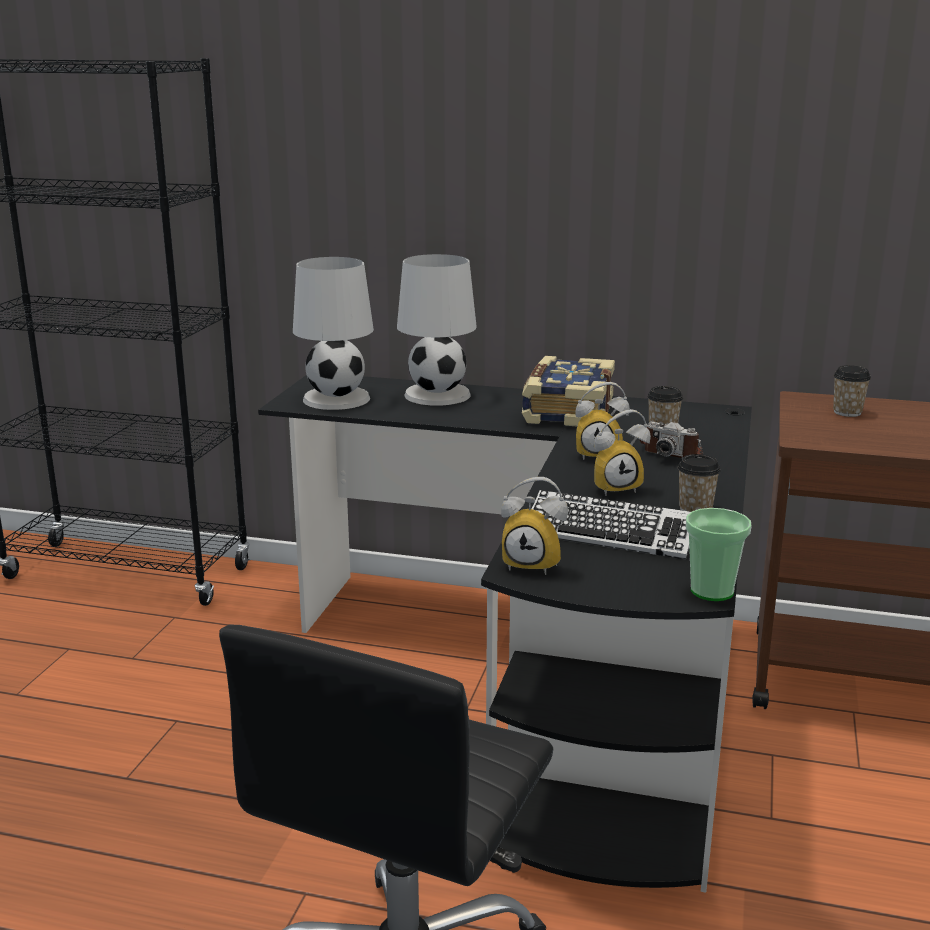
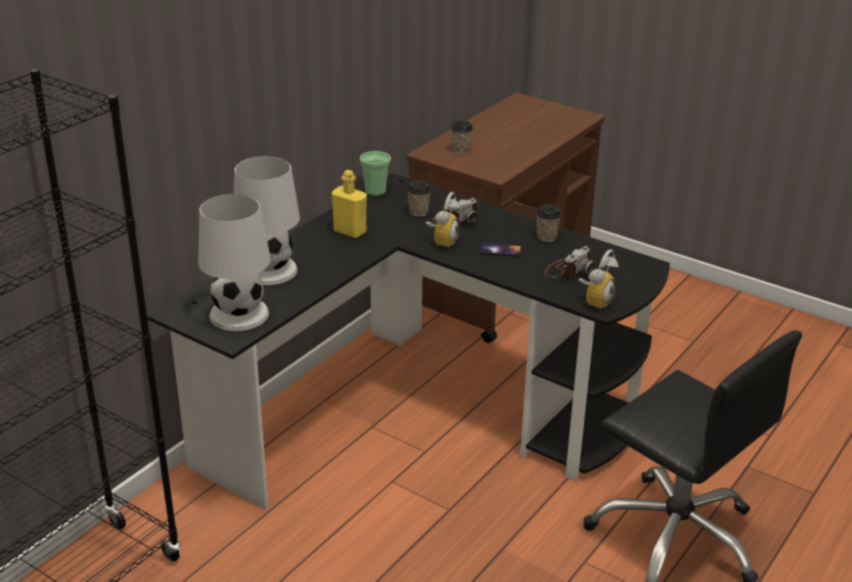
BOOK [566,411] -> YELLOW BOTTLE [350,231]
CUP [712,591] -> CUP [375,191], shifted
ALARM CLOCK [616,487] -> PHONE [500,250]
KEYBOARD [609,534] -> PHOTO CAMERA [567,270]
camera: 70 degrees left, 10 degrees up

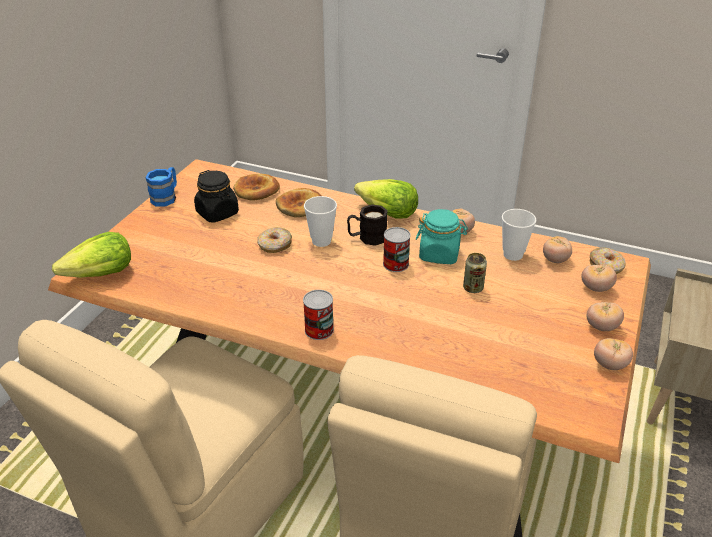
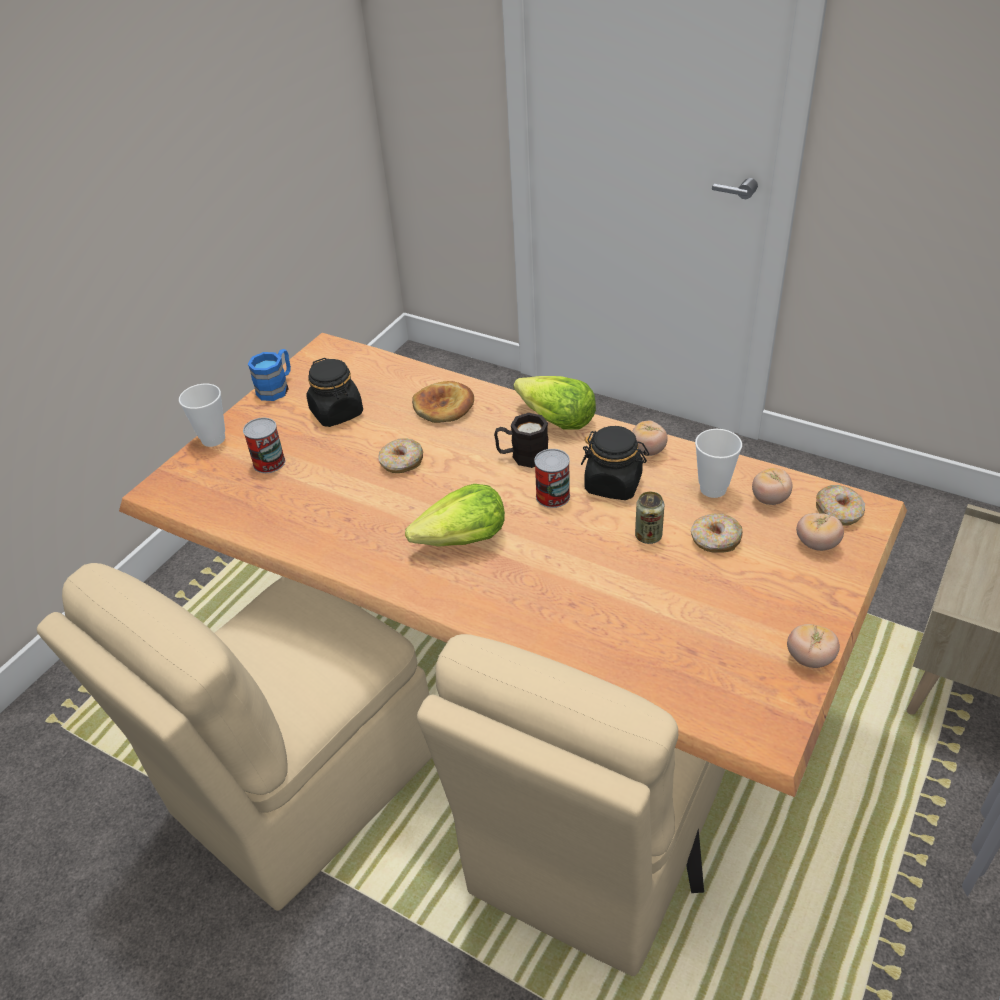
CUP [321,241] -> CUP [213,439], shifted
CAN [319,330] -> CAN [269,462], shifted
LETTUCE [101,274] -> LETTUCE [463,540], shifted
TURQUOISE JAR [439,254] -> BLACK JAR [613,484]
none -> DONUT [715,540]
BREAD [256,190] -> none
TOMATO [601,327] -> none
camera: 10 degrees right, 5 degrees up

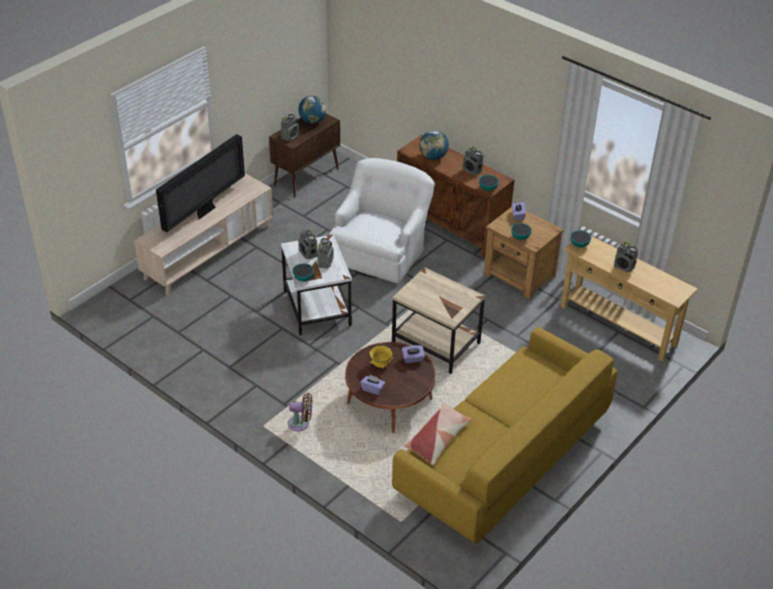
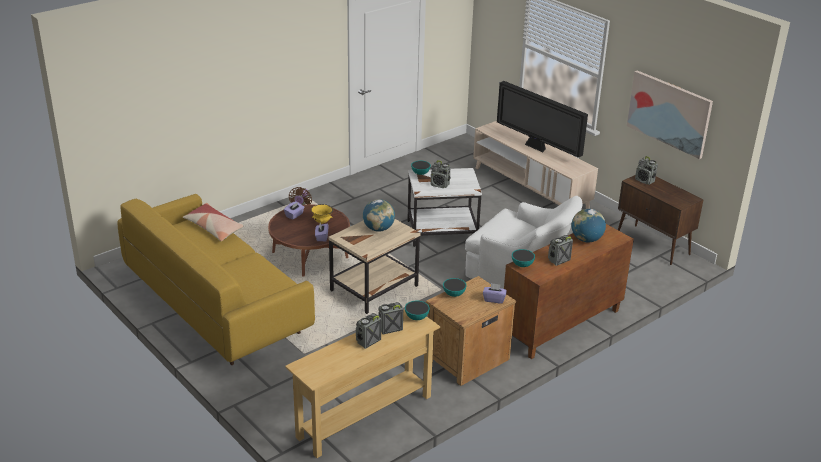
GLOBE [312,121] -> GLOBE [378,229], shifted
RADIO [308,254] -> RADIO [389,328], shifted
none -> PICTURE [669,113]
camera: 100 degrees right, 10 degrees down

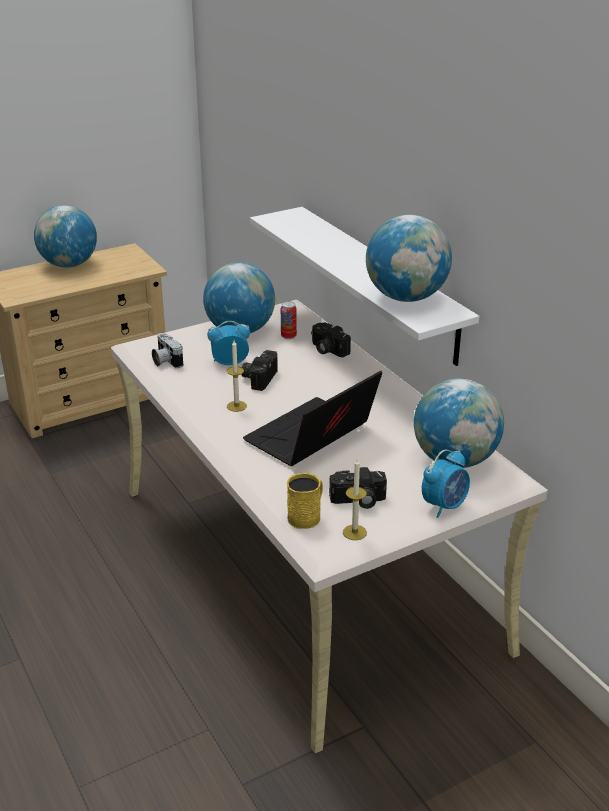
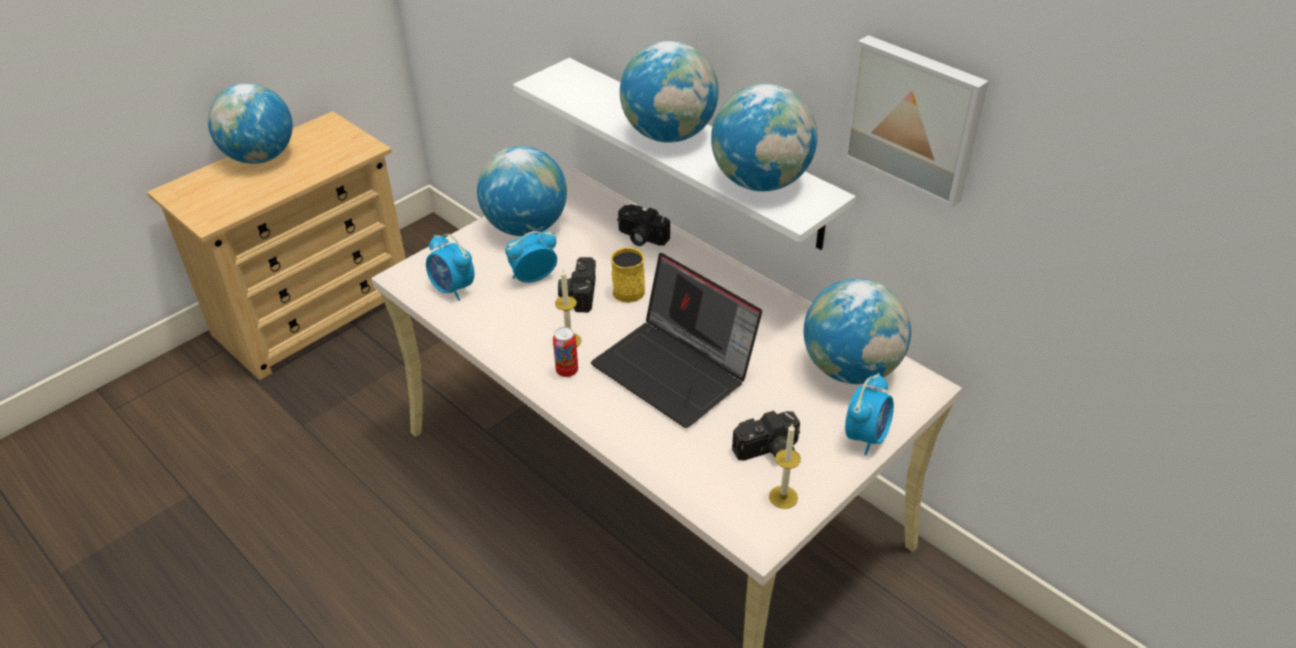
PHOTO CAMERA [165,361] -> ALARM CLOCK [453,289]
CAN [288,336] -> CAN [567,371], shifted
LAPTOP [311,437] -> LAPTOP [676,370], 75 degrees counterclockwise
YELLOW MUG [307,516] -> YELLOW MUG [630,289], shifted
none -> GLOBE [669,135]
none -> PICTURE [915,118]
camera: 15 degrees left, 10 degrees up

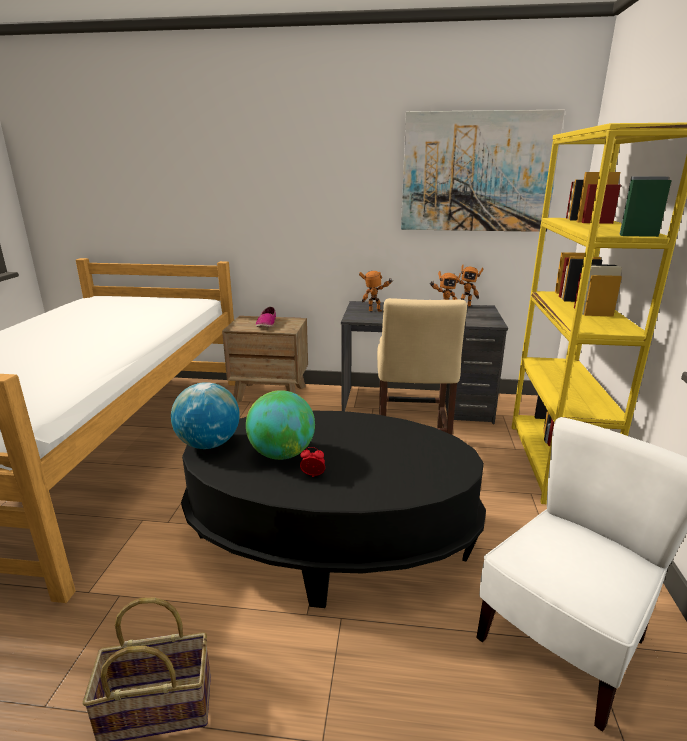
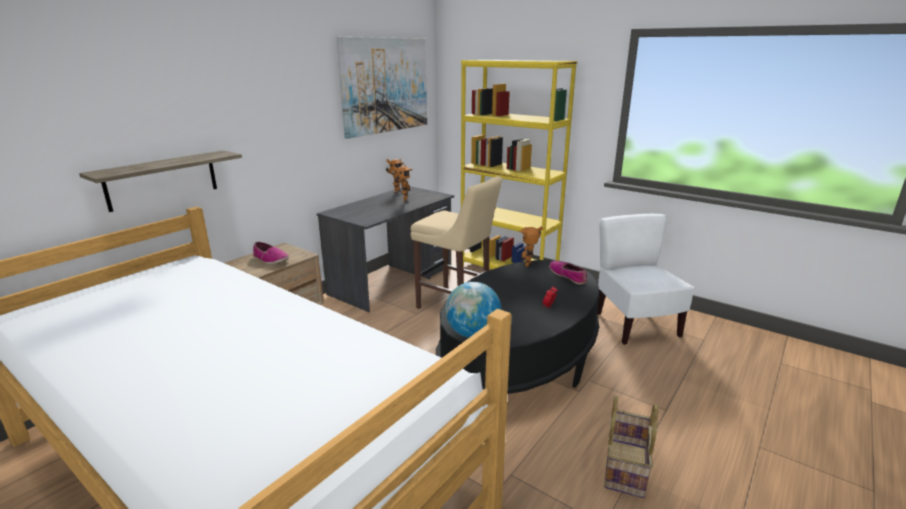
none -> SHELF [162,180]
TOY ROBOT [375,311] -> TOY ROBOT [530,265], shifted
none -> SHOE [567,276]
GLOBE [282,454] -> none
camera: 60 degrees left, 0 degrees up

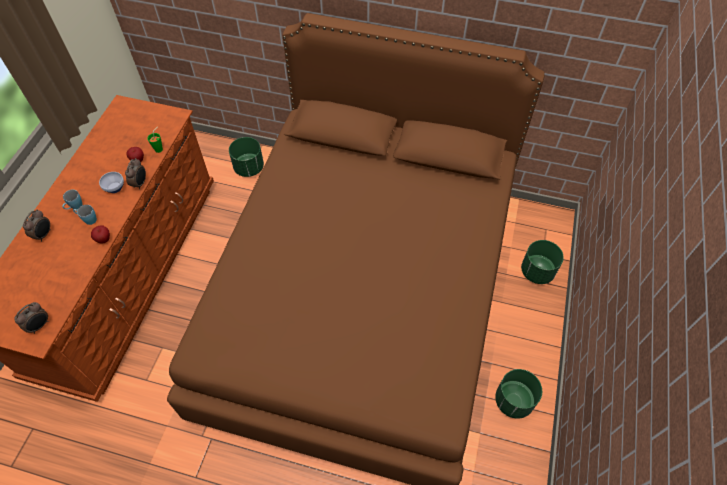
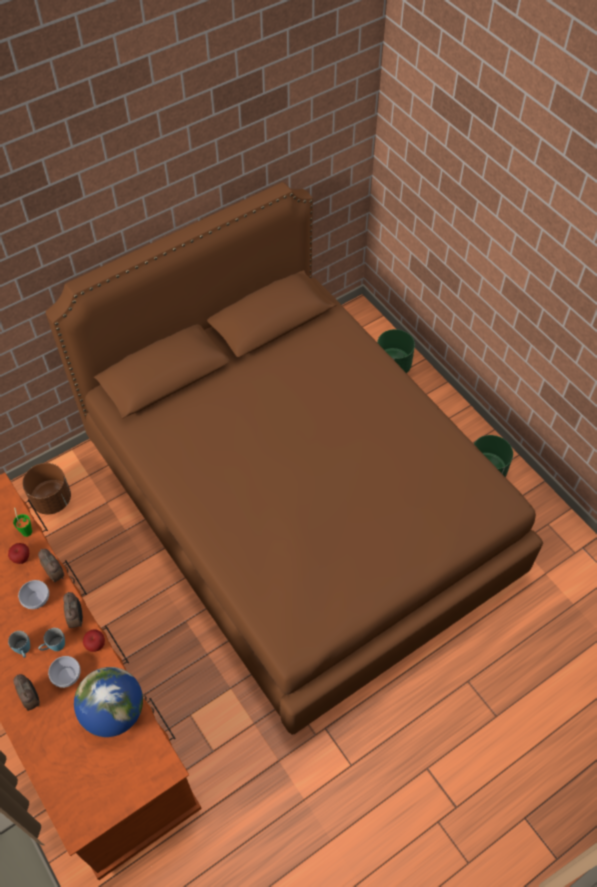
GREEN PLANTER [249,168] -> BROWN PLANTER [52,499]
none -> BOWL [66,677]
ALARM CLOCK [40,325] -> ALARM CLOCK [77,618], shifted
none -> GLOBE [114,712]
camera: 50 degrees left, 0 degrees up

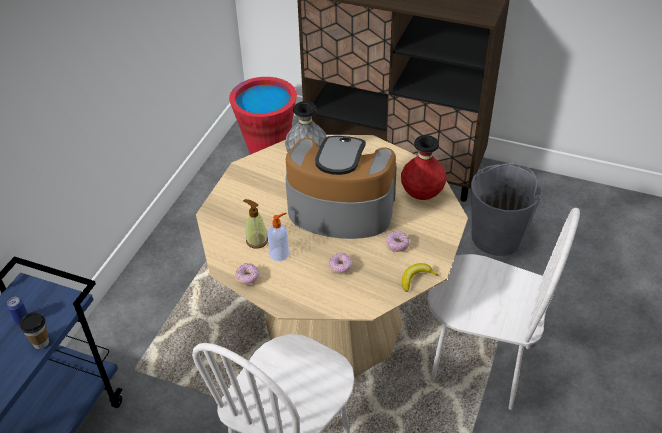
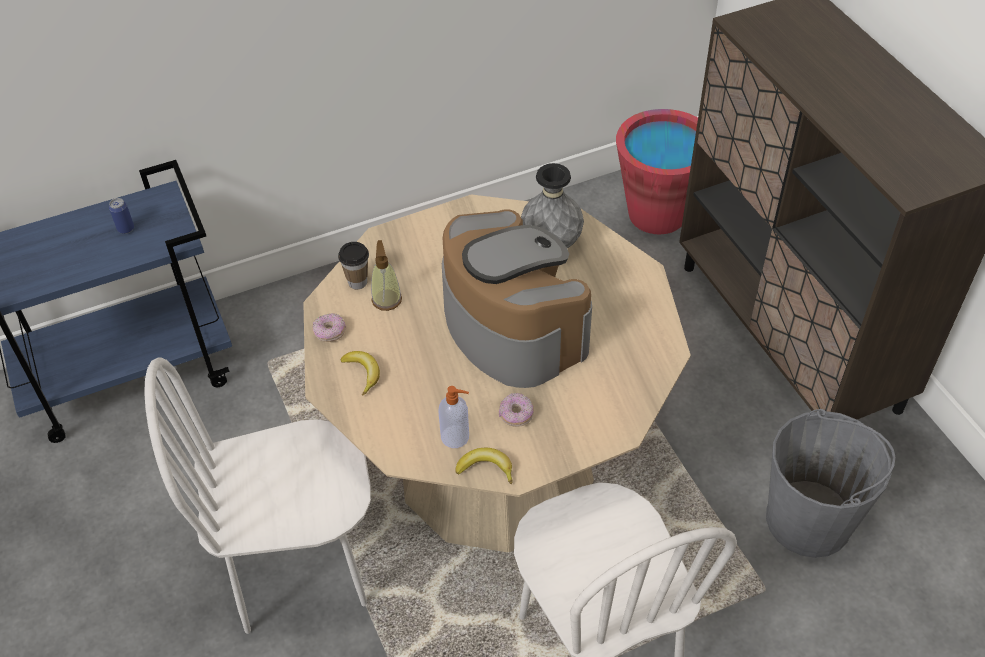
CUP [41,343] -> CUP [357,282], shifted
none -> BANANA [363,373]
SOAP DISPENSER [280,254] -> SOAP DISPENSER [456,437], shifted
DONUT [340,267] -> none
RED VASE [422,194] -> none
camera: 45 degrees right, 5 degrees up

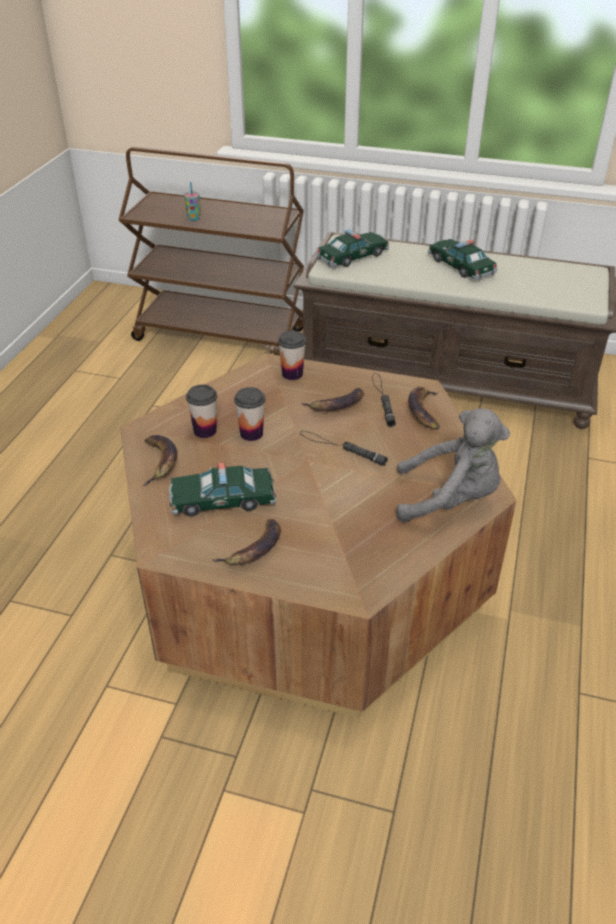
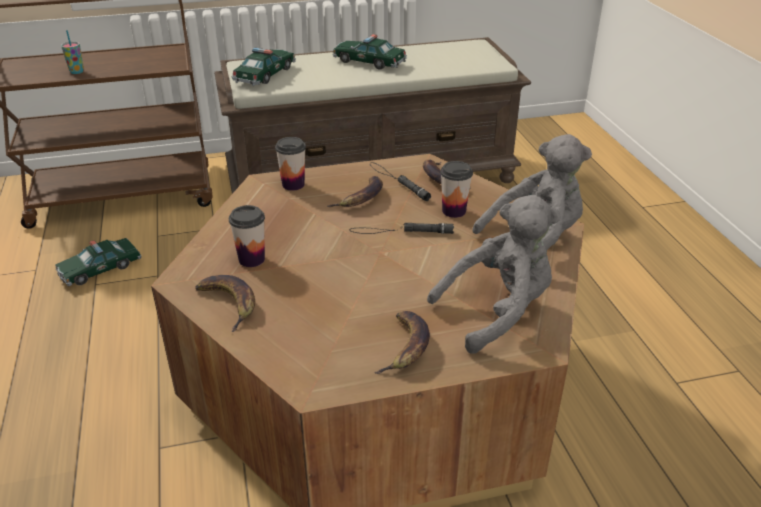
TOY CAR [222,500] -> TOY CAR [100,269], shifted
none -> GREY PLUSH TOY [497,311]
CUP [251,433] -> CUP [454,211], shifted
camera: 30 degrees left, 5 degrees down

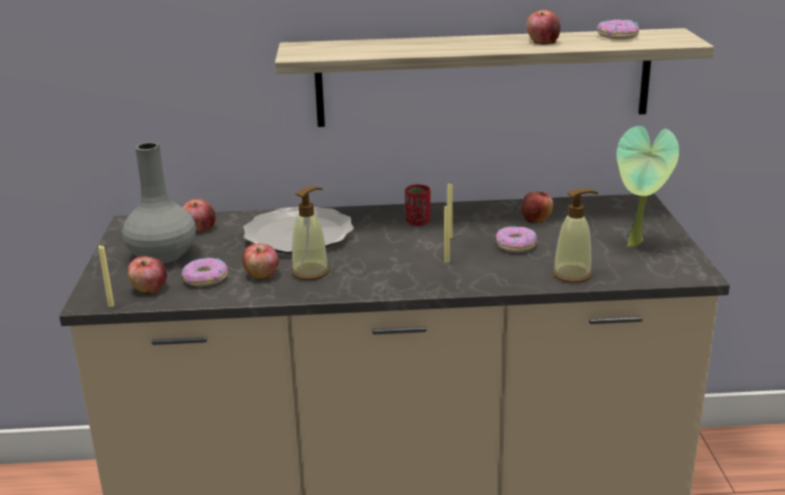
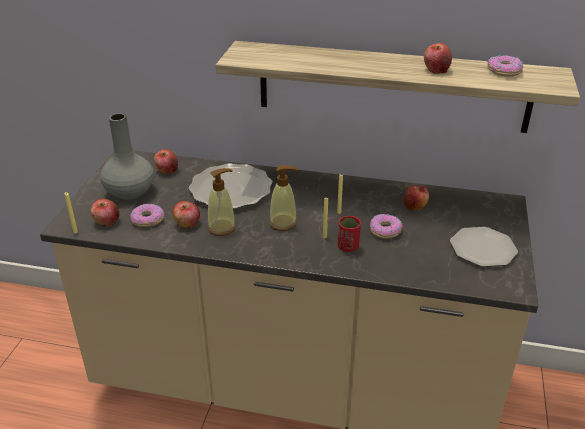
SOAP DISPENSER [572,275] -> SOAP DISPENSER [283,223], shifted
RED CUP [418,222] -> RED CUP [348,247], shifted
POTTED PLANT [637,245] -> PLATE [482,249]
camera: 15 degrees right, 10 degrees up

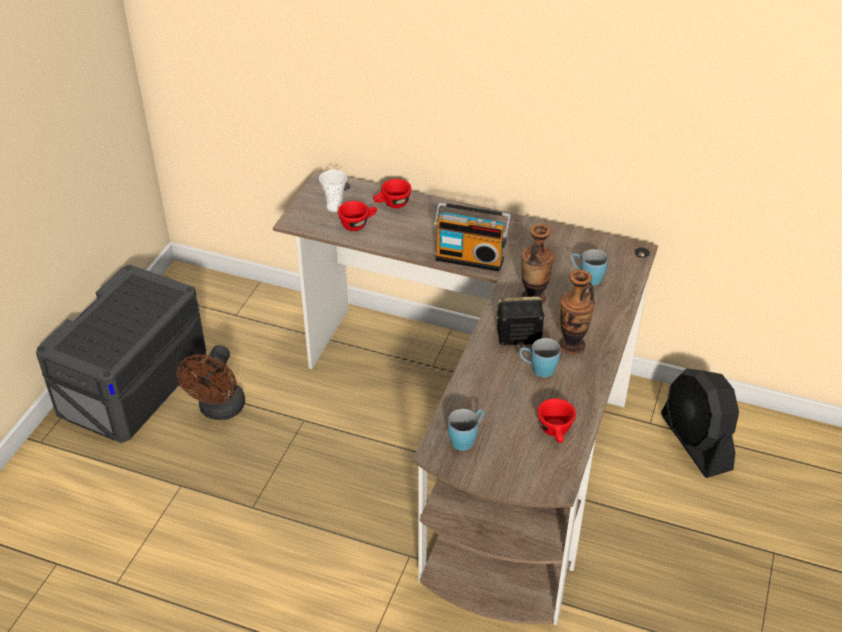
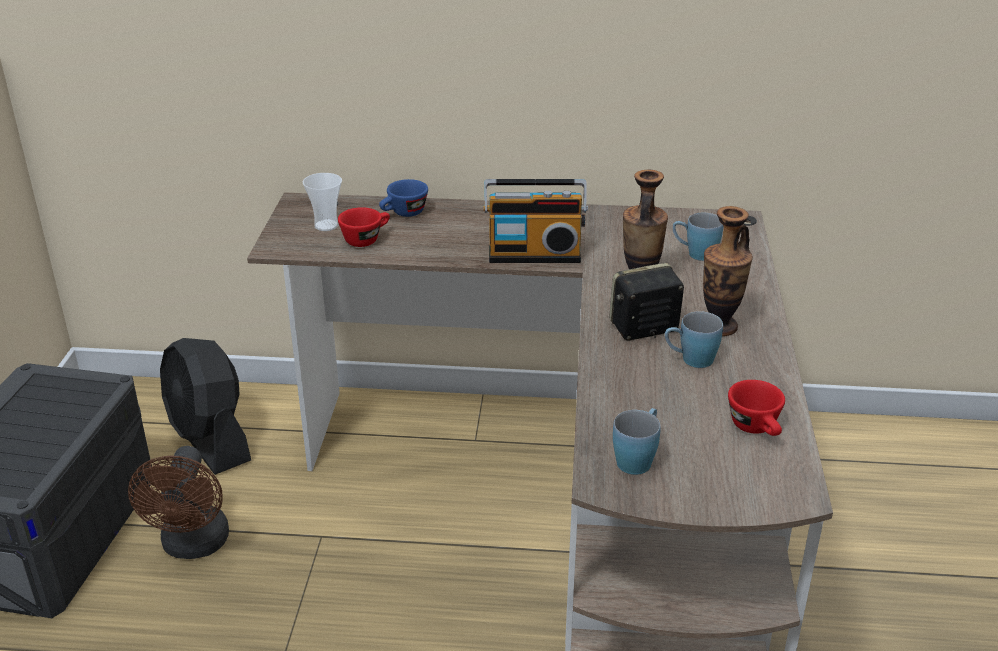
BLACK FAN [695,442] -> BLACK FAN [210,439], shifted
RED CUP [392,204] -> BLUE CUP [403,214]
camera: 15 degrees left, 10 degrees down

